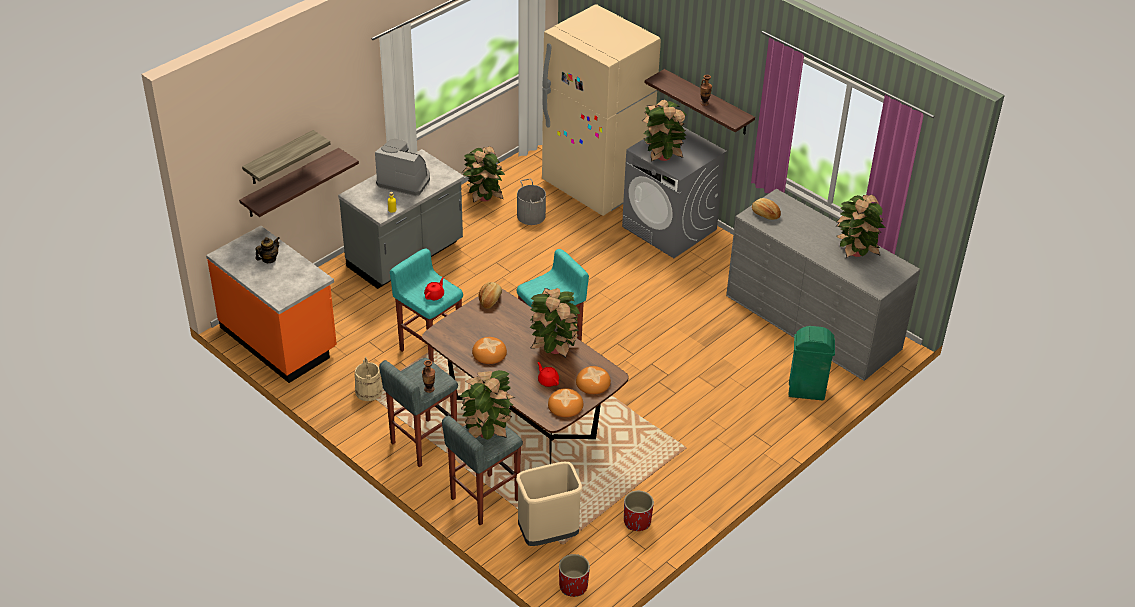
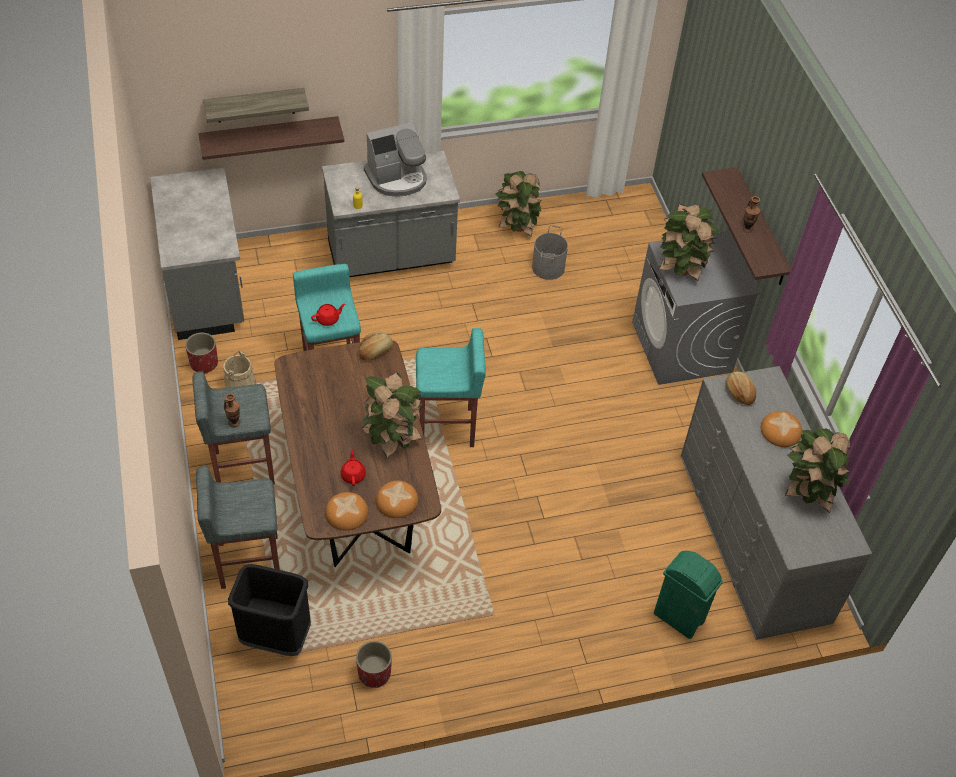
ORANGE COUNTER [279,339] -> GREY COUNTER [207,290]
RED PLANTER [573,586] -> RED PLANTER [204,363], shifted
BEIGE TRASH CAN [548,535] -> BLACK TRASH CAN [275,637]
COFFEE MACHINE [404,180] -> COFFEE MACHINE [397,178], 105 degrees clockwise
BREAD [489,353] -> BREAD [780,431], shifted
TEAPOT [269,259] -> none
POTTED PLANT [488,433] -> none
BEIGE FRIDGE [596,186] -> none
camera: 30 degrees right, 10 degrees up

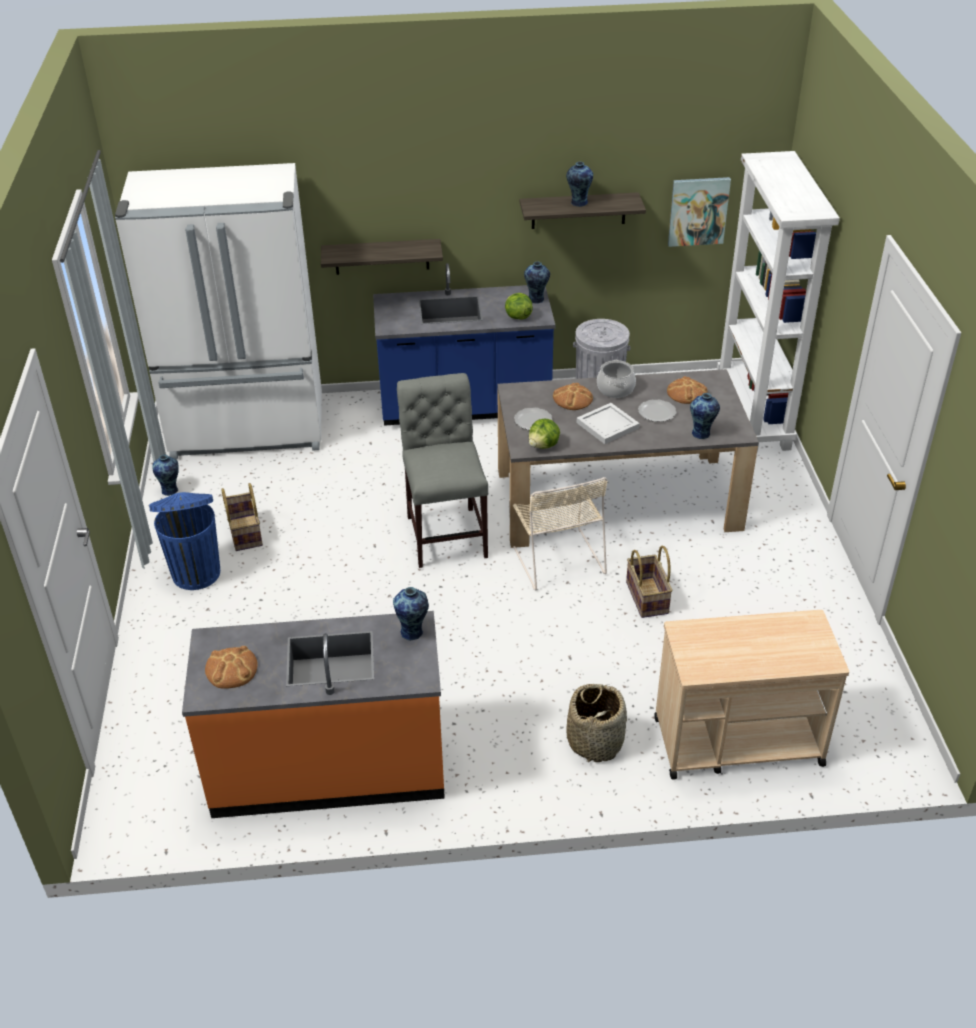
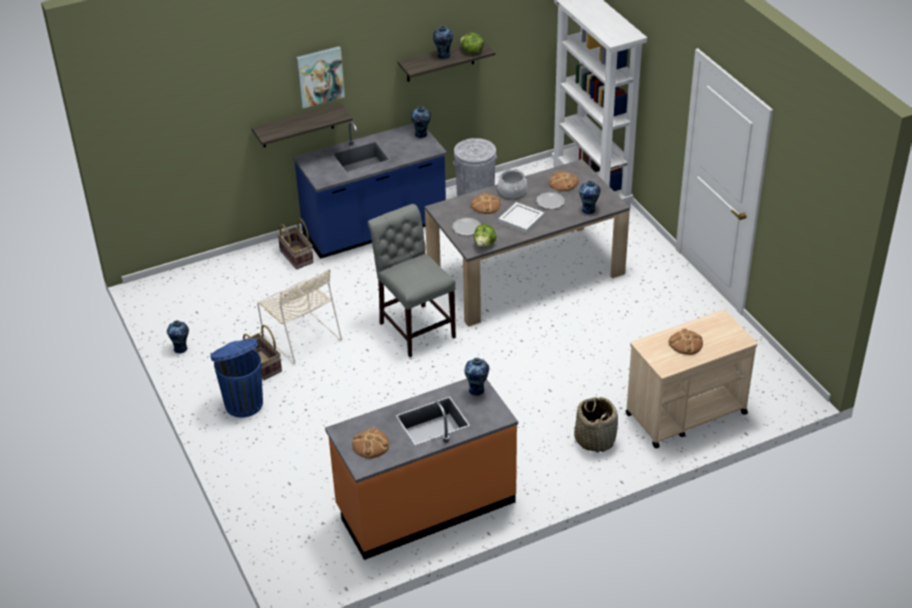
BEIGE CHAIR [556,555] -> BEIGE CHAIR [300,336], shifted
BASKET [648,598] -> BASKET [297,256], shifted
PICTURE [698,211] -> PICTURE [320,76], shifted
LETTUCE [517,317] -> LETTUCE [471,51], shifted
none -> BREAD [685,343]
WHITE FRIDGE [248,429] -> none
camera: 20 degrees left, 0 degrees up

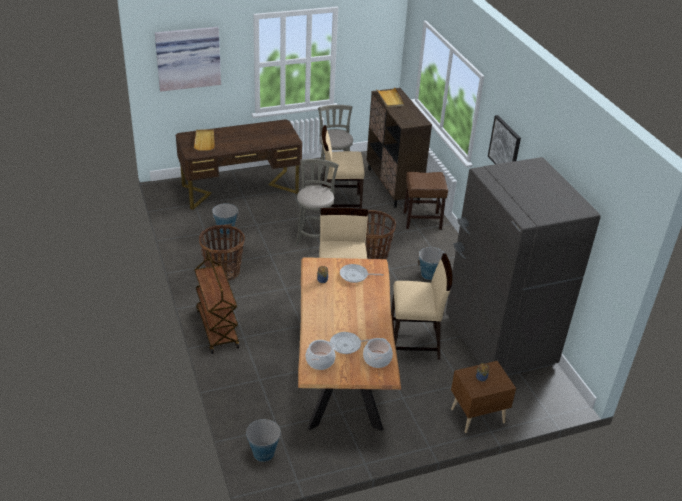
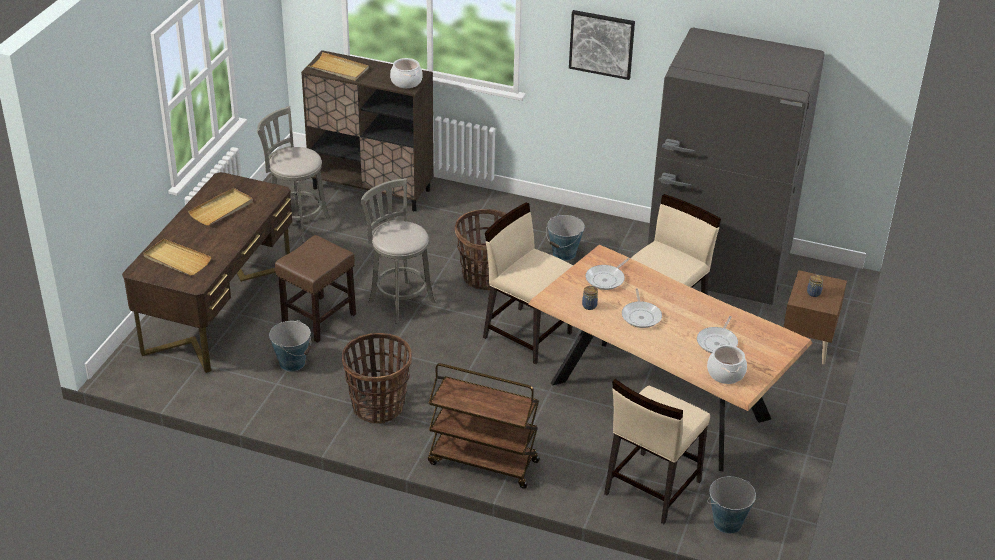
none -> BEIGE TRAY [222,209]
BROWN STOOL [421,220] -> BROWN STOOL [318,319], shifted
COOKING POT [377,359] -> COOKING POT [406,82], shifted
BEIGE CHAIR [339,204] -> BEIGE CHAIR [651,488], shifted
none -> FRYING PAN [641,316]
PICTURE [188,57] -> none
camera: 50 degrees left, 0 degrees up

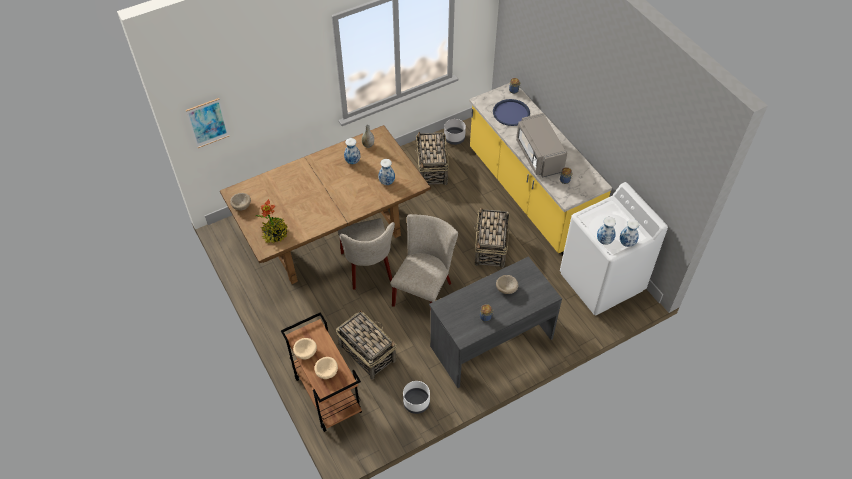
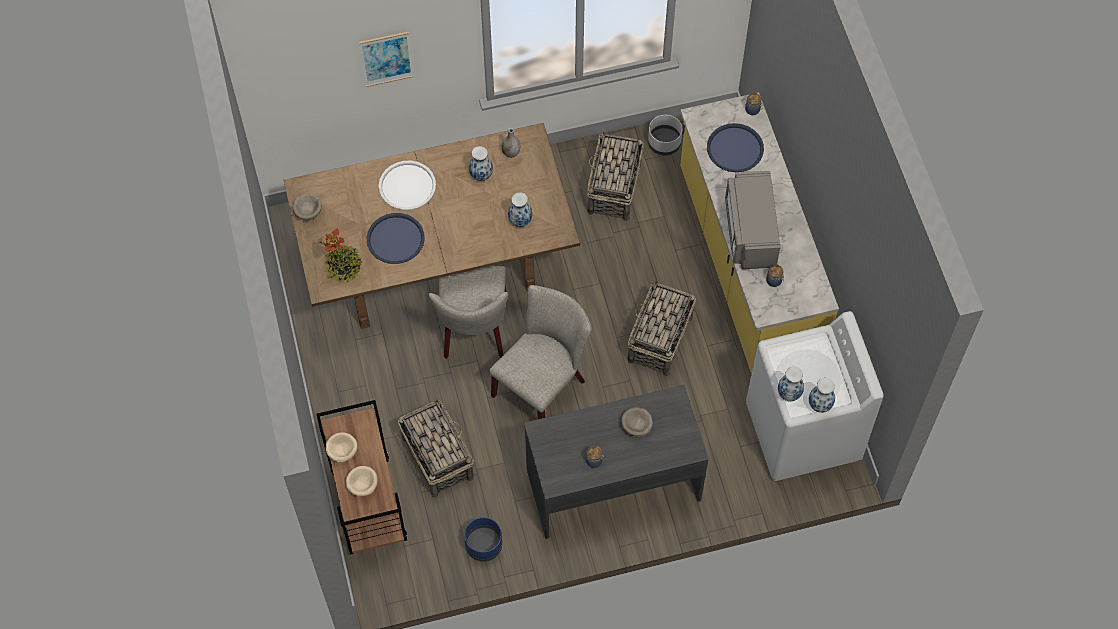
PICTURE [207,123] -> PICTURE [386,58], shifted
none -> BLUE TRAY [395,239]
none -> WHITE TRAY [407,186]
WHITE PLANTER [416,402] -> BLUE PLANTER [483,544]
camera: 15 degrees right, 10 degrees up

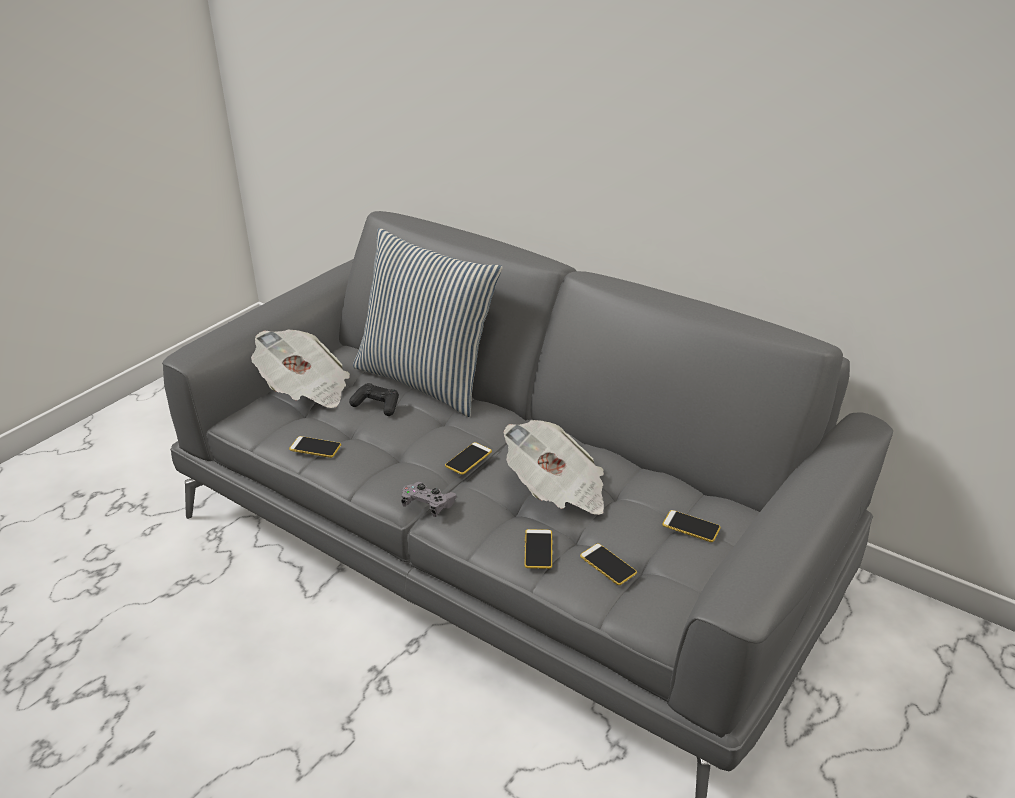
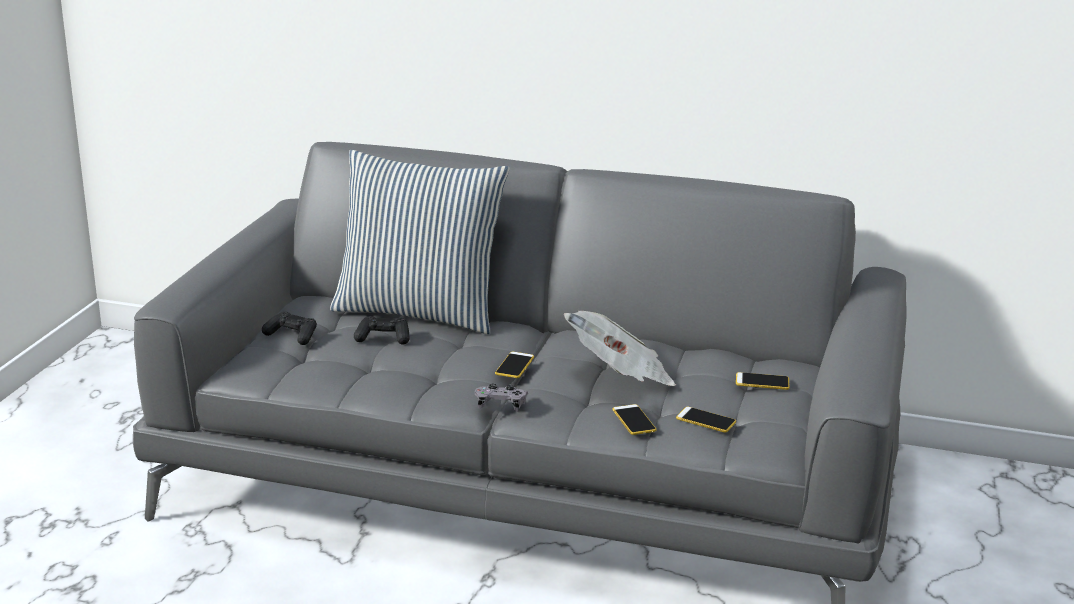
NEWSPAPER [305,389] -> BLACK GAME CONTROLLER [292,335]
PHONE [315,447] -> none
camera: 20 degrees left, 10 degrees down

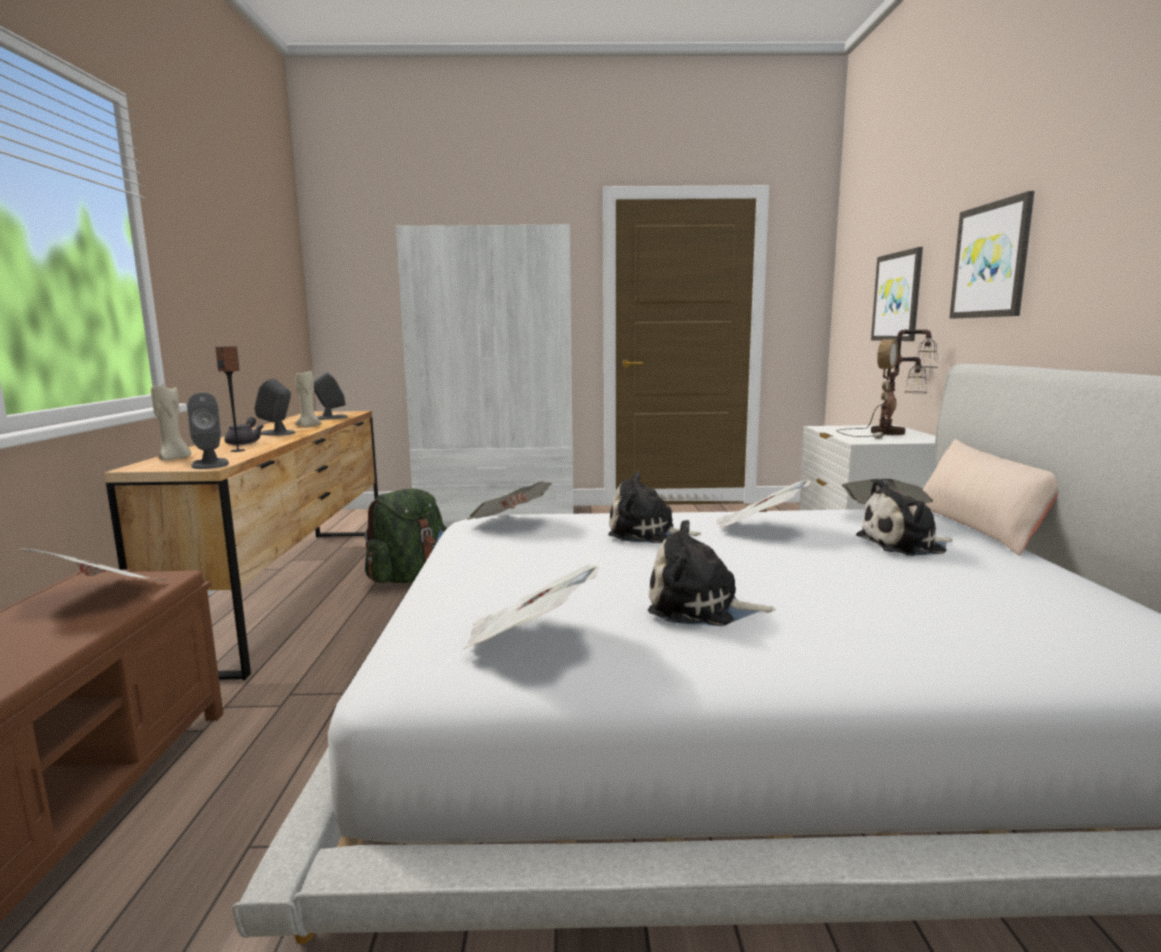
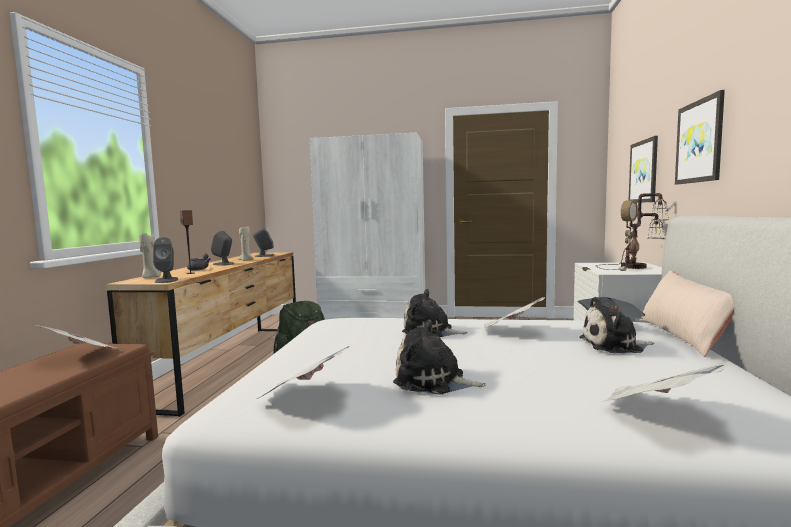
NEWSPAPER [509,524] -> NEWSPAPER [657,410], shifted
camera: 10 degrees right, 5 degrees down

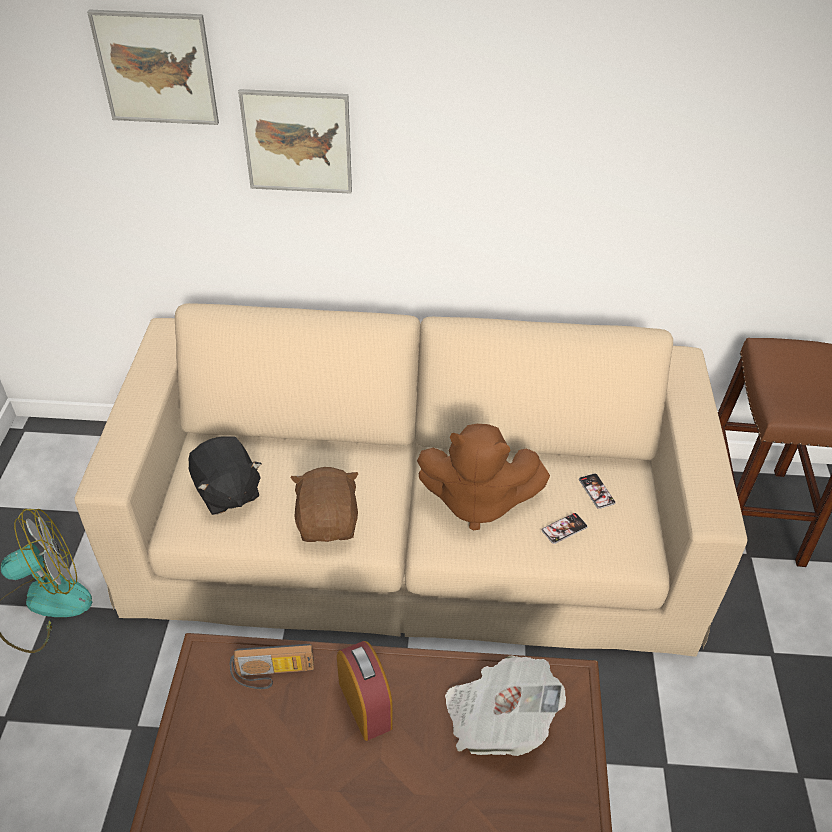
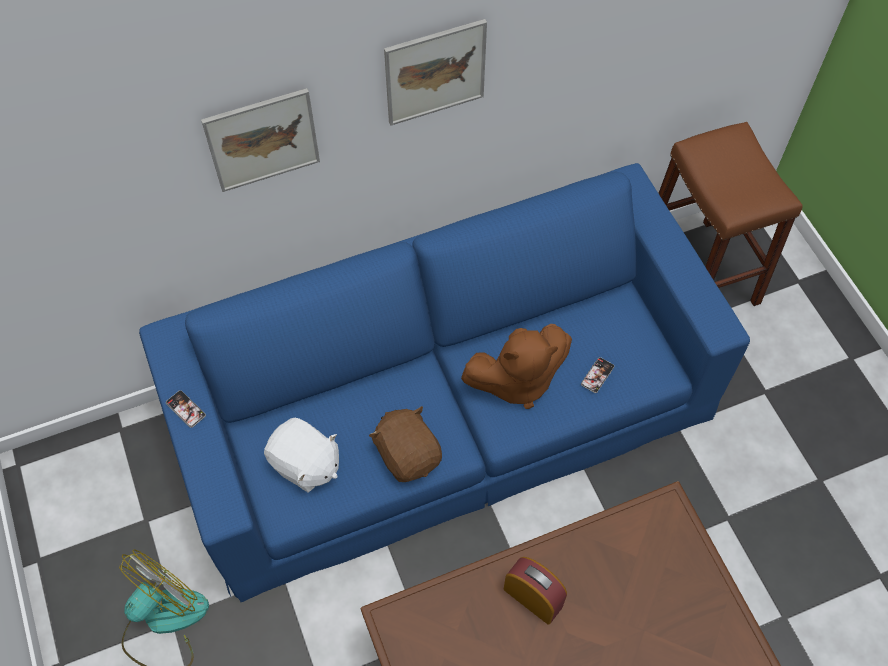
BEIGE SOFA [413,532] -> BLUE SOFA [444,408]
PHONE [596,491] -> PHONE [186,409], shifted
BLACK PLUSH TOY [227,492] -> WHITE PLUSH TOY [305,464]
PICTURE [156,68] -> PICTURE [435,72], shifted
RADIO [273,675] -> none
NEWSPAPER [498,719] -> none
camera: 25 degrees left, 15 degrees up

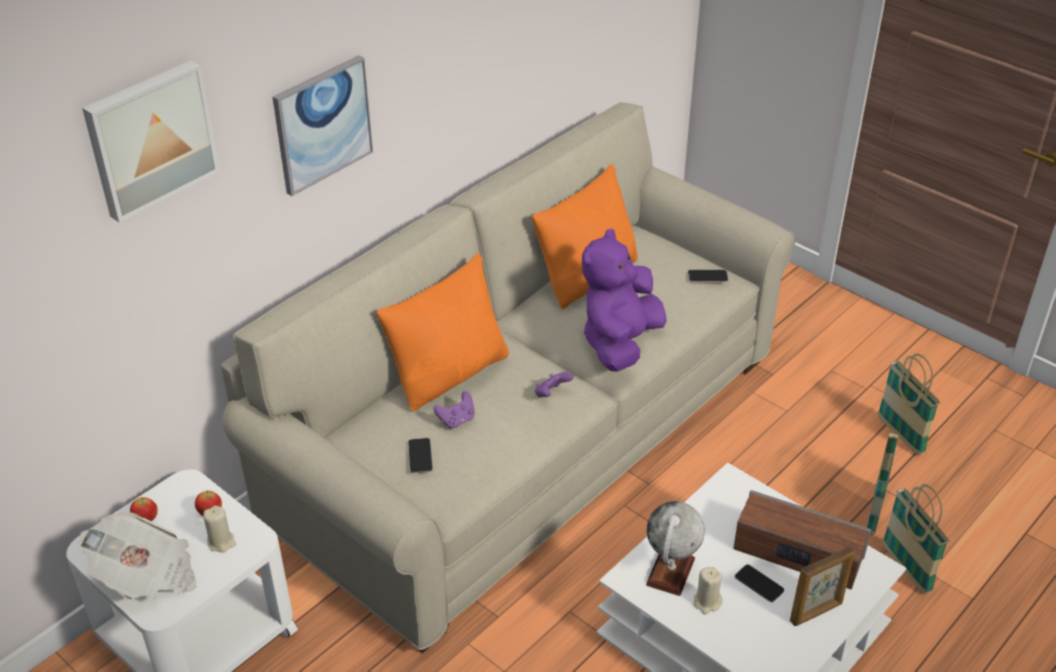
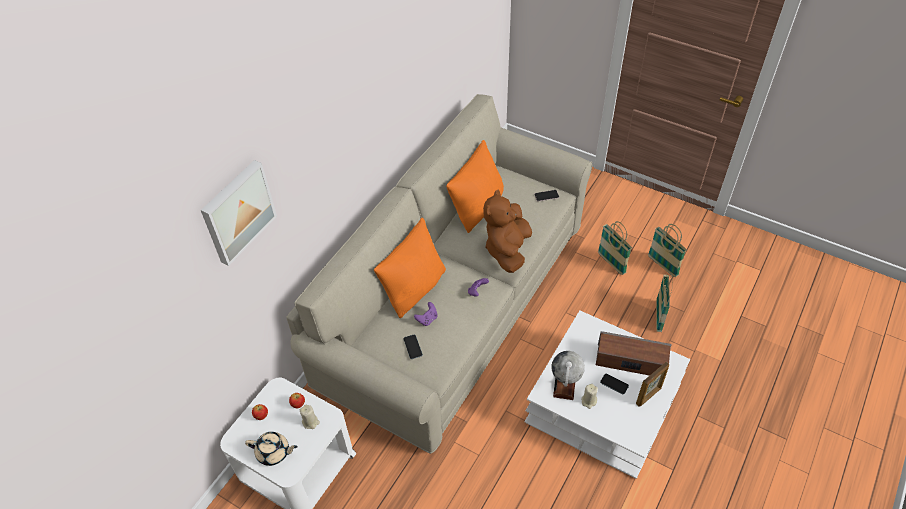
NEWSPAPER [147,576] -> BEIGE TEAPOT [274,452]
PURPLE PLUSH TOY [620,343] -> BROWN PLUSH TOY [507,250]
BASKET [906,568] -> BASKET [611,263], shifted
PICTURE [322,124] -> none
camera: 10 degrees left, 10 degrees up

